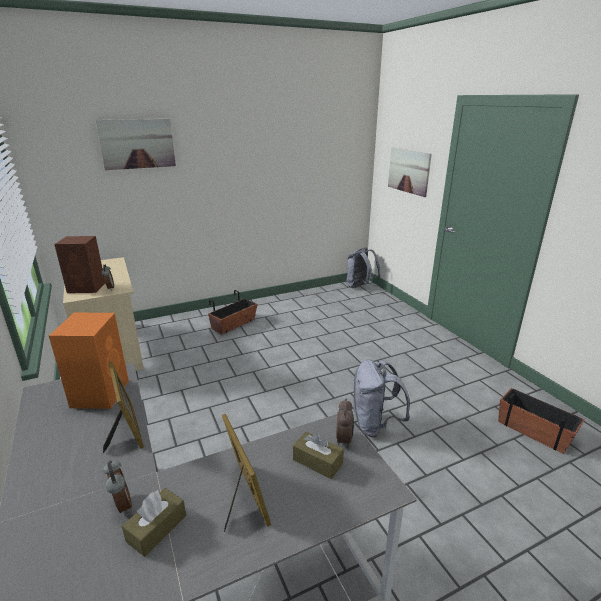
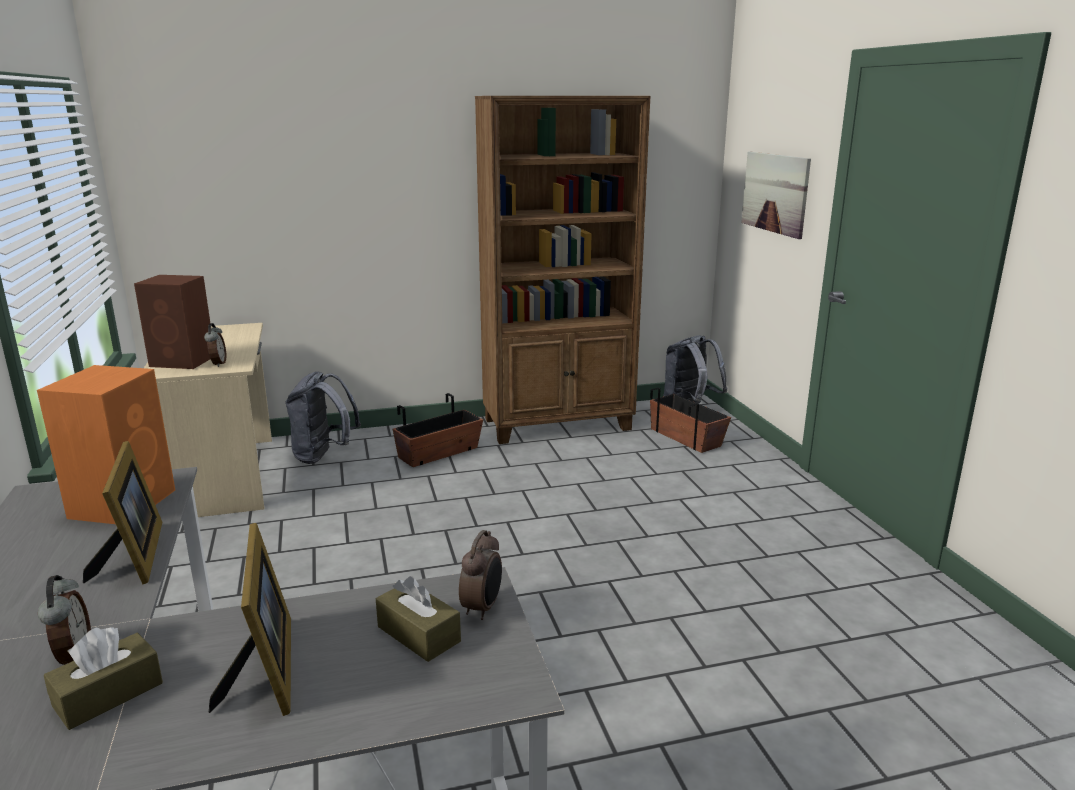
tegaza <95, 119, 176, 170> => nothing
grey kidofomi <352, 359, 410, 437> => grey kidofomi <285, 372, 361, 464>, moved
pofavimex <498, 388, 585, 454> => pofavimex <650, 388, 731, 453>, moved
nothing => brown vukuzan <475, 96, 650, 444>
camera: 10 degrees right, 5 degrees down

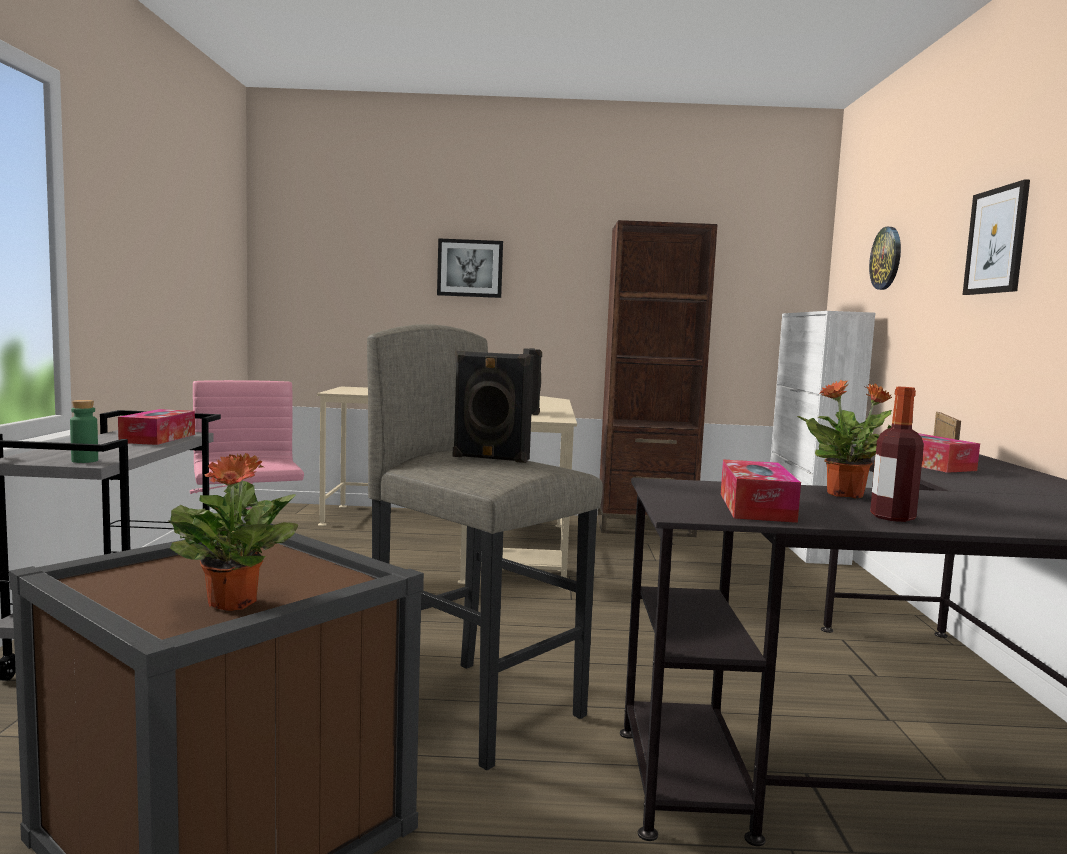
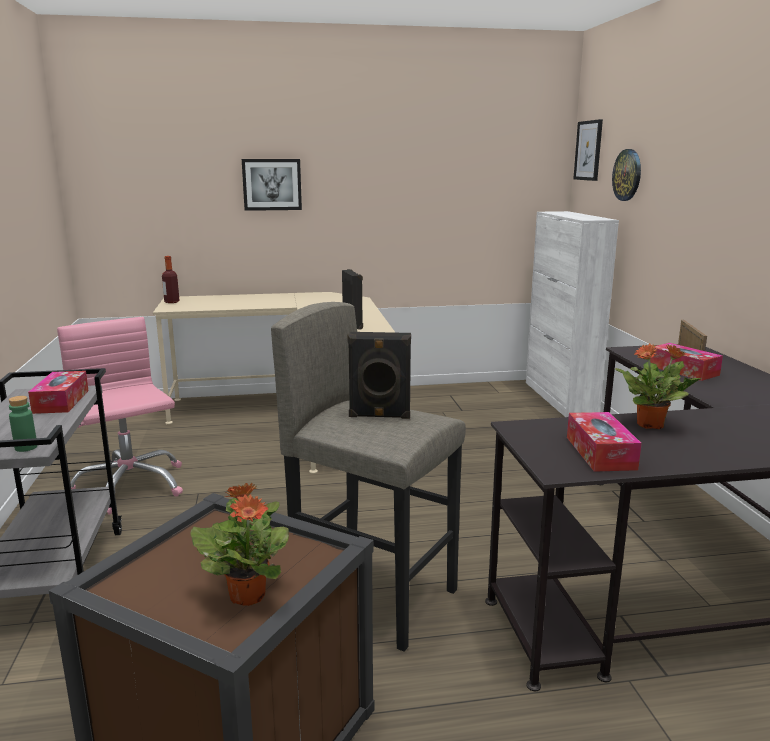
brown vukuzan <597, 220, 718, 537> => nothing
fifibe <870, 387, 924, 522> => fifibe <162, 256, 179, 303>, moved
tegaza <962, 179, 1030, 295> => tegaza <573, 119, 603, 181>, moved
camera: 10 degrees left, 10 degrees up

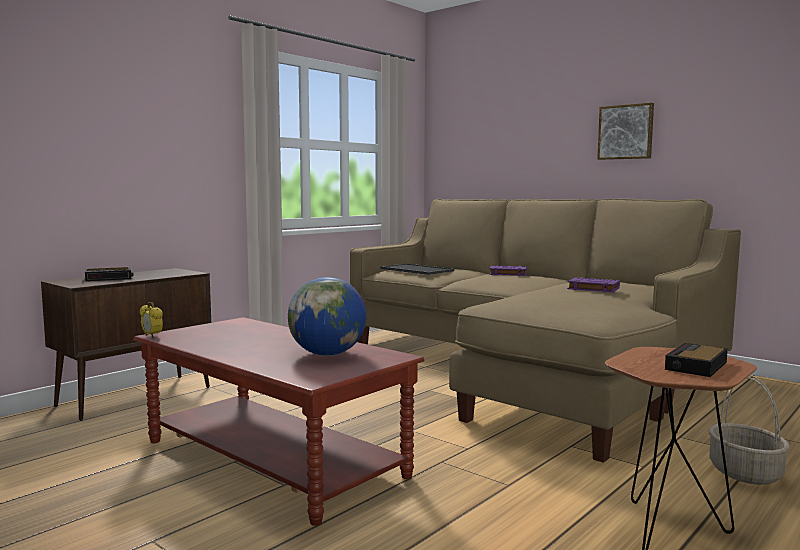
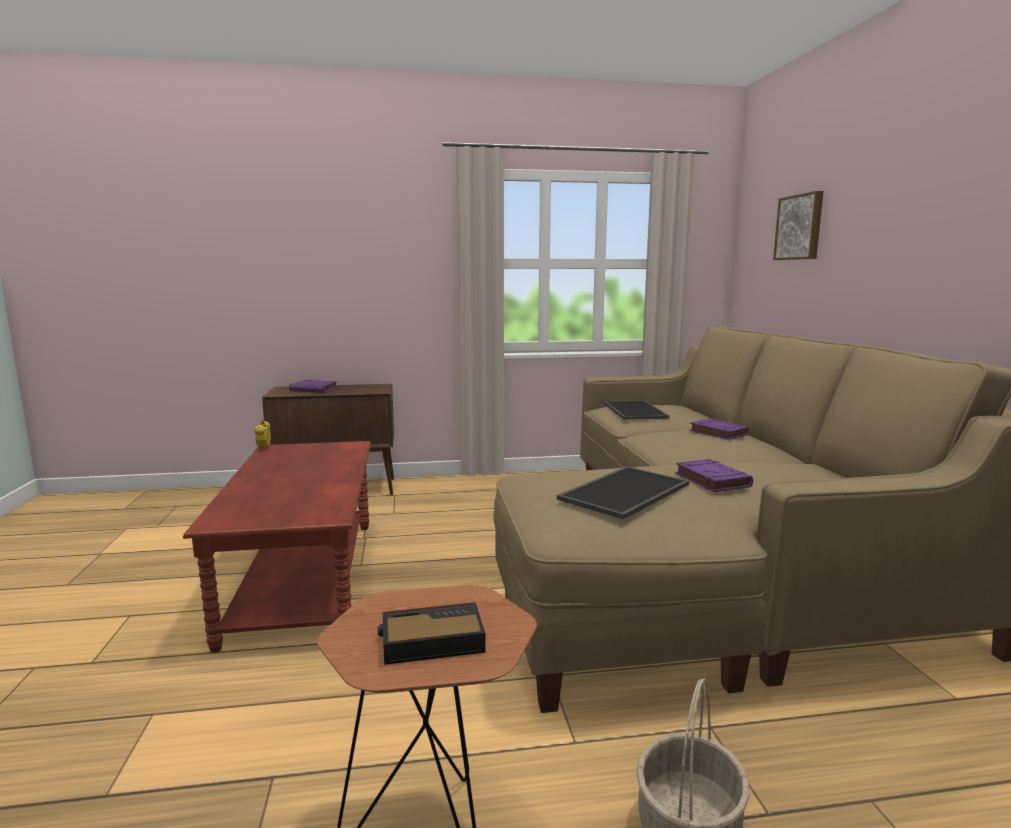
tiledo <85, 267, 134, 281> => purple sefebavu <289, 380, 338, 393>
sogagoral <288, 277, 367, 356> => nothing
tegaza <597, 103, 654, 160> => tegaza <773, 191, 824, 260>, moved
nothing => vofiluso <557, 466, 689, 519>
camera: 40 degrees right, 5 degrees up

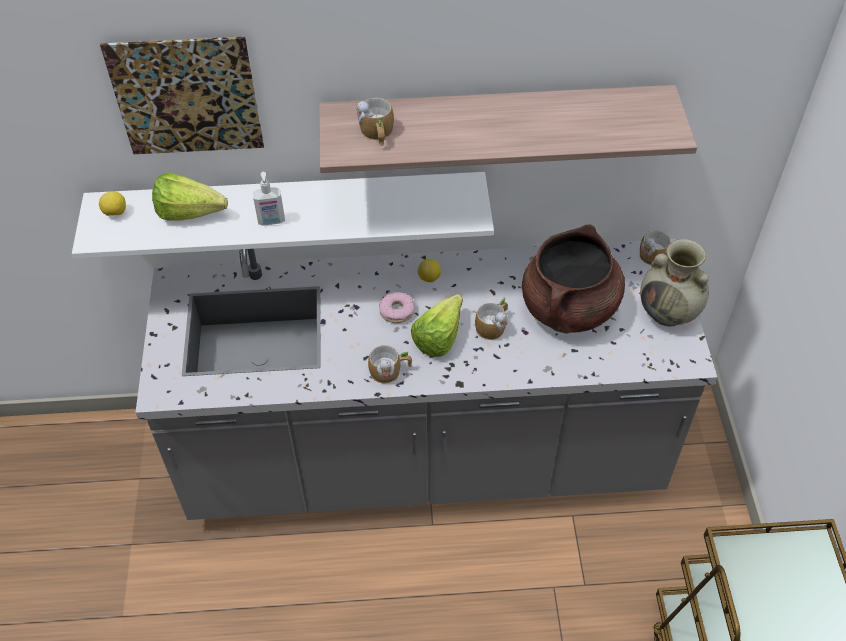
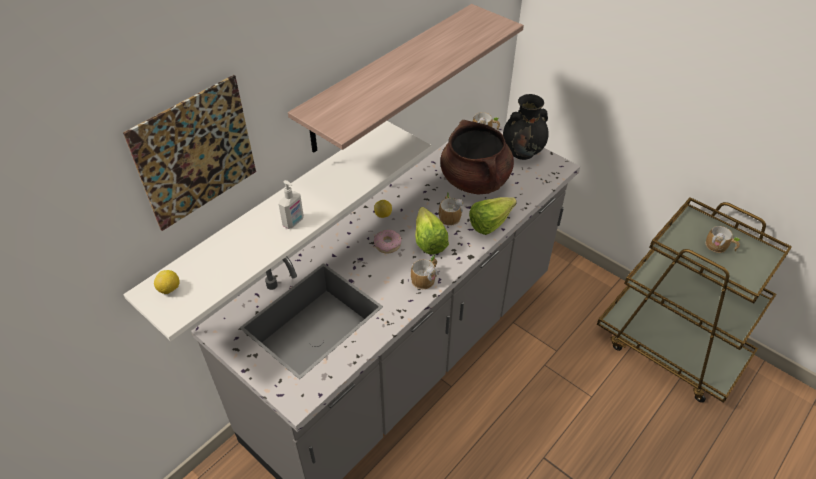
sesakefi <152, 173, 228, 221> => sesakefi <469, 197, 516, 235>, moved
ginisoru <356, 98, 394, 146> => ginisoru <706, 226, 740, 253>, moved
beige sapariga <640, 239, 709, 326> => black sapariga <503, 94, 549, 160>
camera: 45 degrees left, 5 degrees down

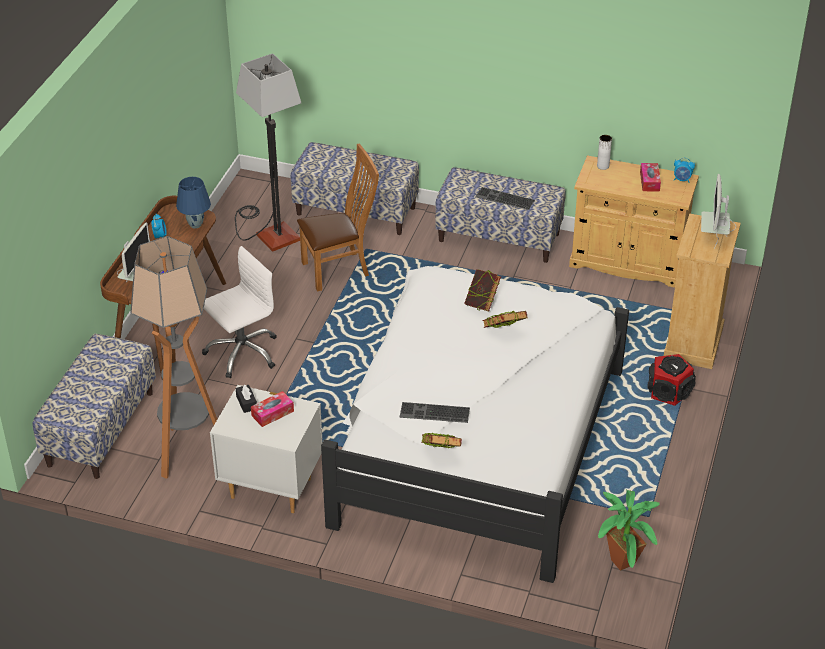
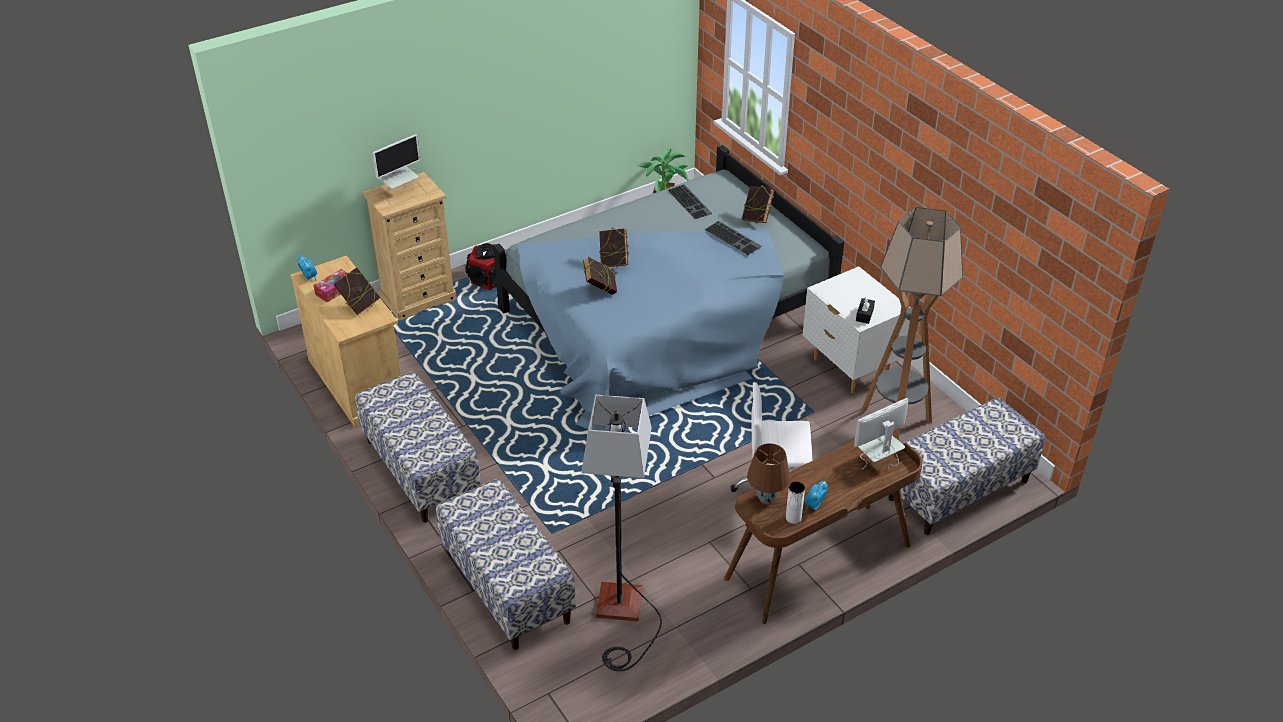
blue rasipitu <176, 177, 211, 229> => brown rasipitu <747, 443, 790, 504>
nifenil <251, 391, 294, 427> => nothing
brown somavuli <297, 144, 379, 292> => nothing
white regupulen <321, 266, 629, 583> => blue regupulen <493, 145, 844, 431>
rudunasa <475, 187, 535, 210> => rudunasa <667, 185, 712, 219>, moved
white sapariga <597, 135, 612, 170> => white sapariga <786, 482, 805, 524>, moved
nothing => sefebavu <333, 267, 380, 315>
camera: 140 degrees left, 0 degrees up

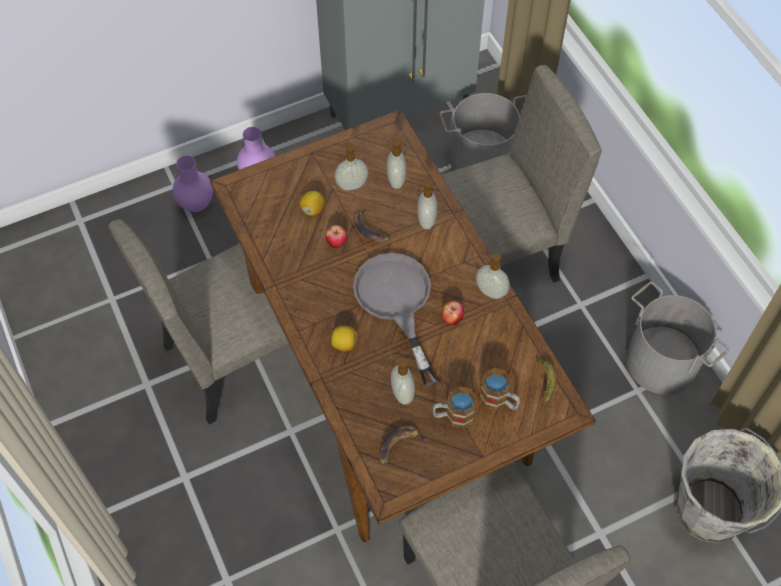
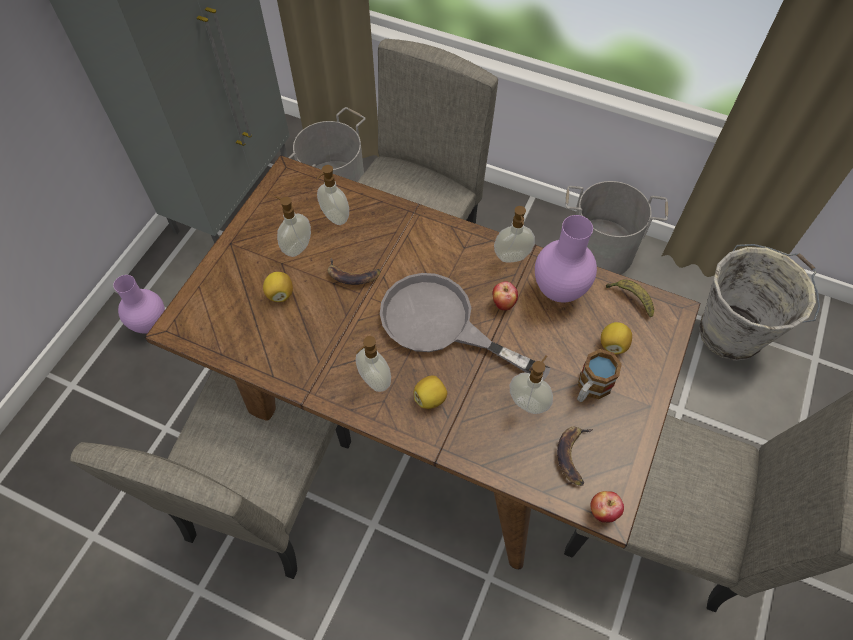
purple sapariga <173, 155, 213, 212> => purple sapariga <535, 215, 597, 302>, moved
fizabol <325, 225, 347, 248> => fizabol <591, 491, 624, 523>, moved
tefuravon <416, 180, 437, 230> => tefuravon <356, 336, 391, 392>, moved
ginisoru <479, 368, 521, 410> => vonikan <601, 322, 632, 354>
camera: 40 degrees left, 0 degrees up

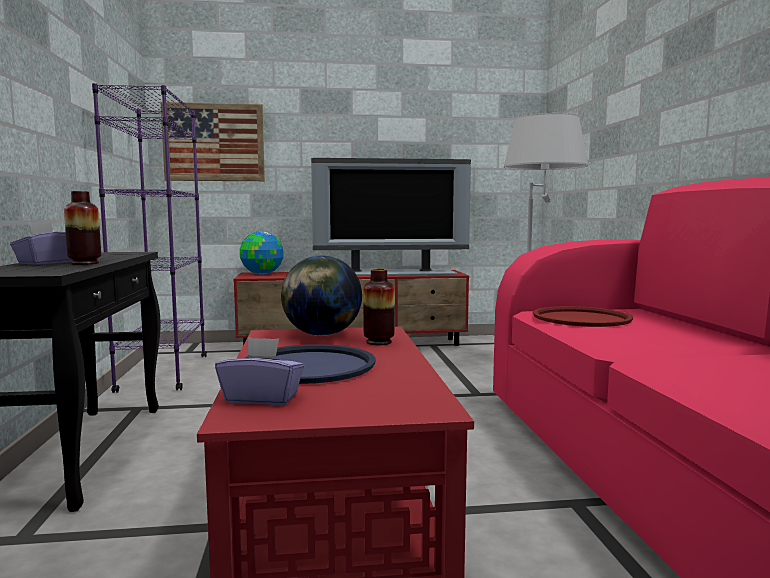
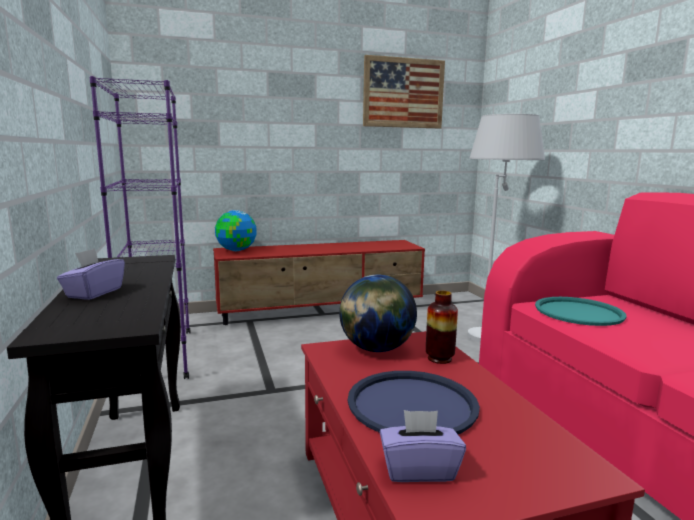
sapariga <64, 191, 101, 265> => nothing
tegaza <161, 102, 265, 181> => tegaza <363, 55, 445, 129>, moved
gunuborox <311, 158, 471, 276> => nothing
red vofiluso <533, 306, 633, 327> => turquoise vofiluso <535, 297, 627, 326>
camera: 10 degrees left, 5 degrees up

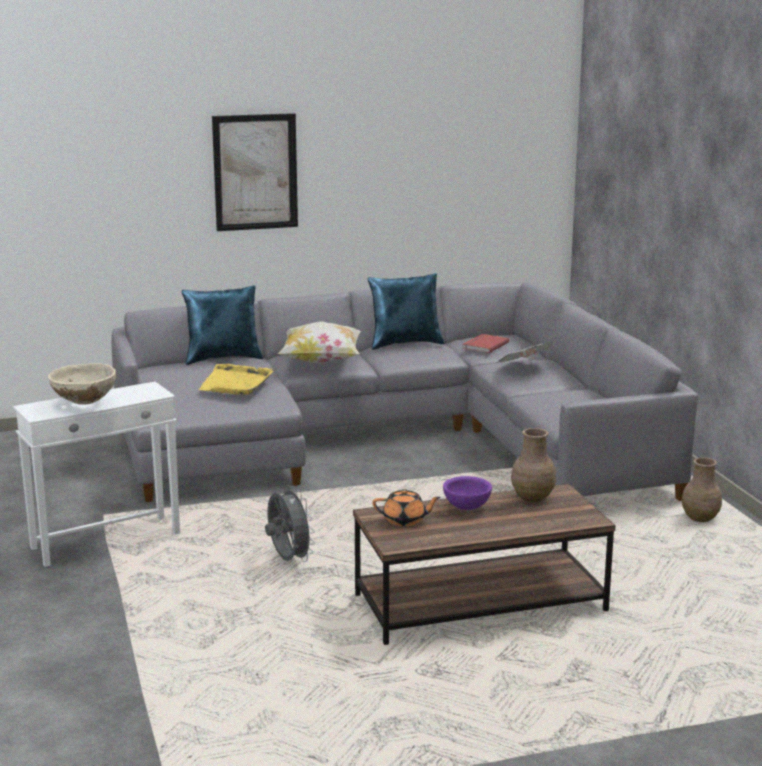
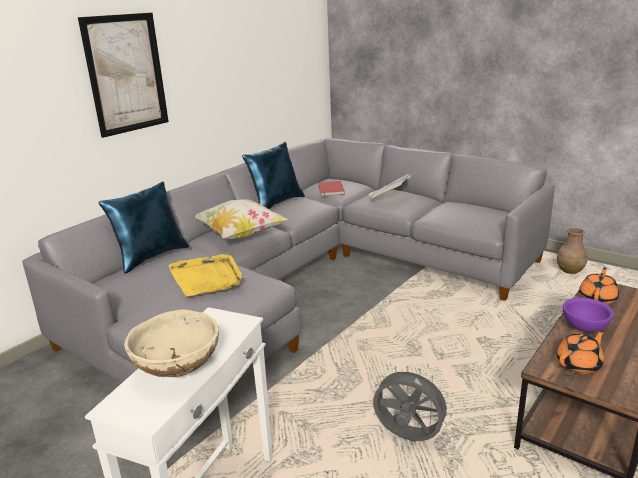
brown sapariga <511, 428, 556, 502> => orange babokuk <579, 267, 619, 305>
camera: 35 degrees left, 5 degrees up

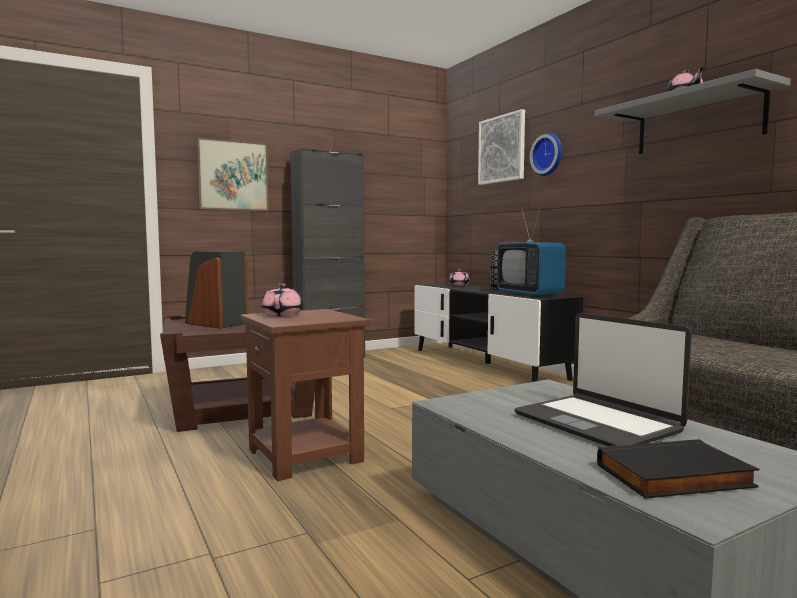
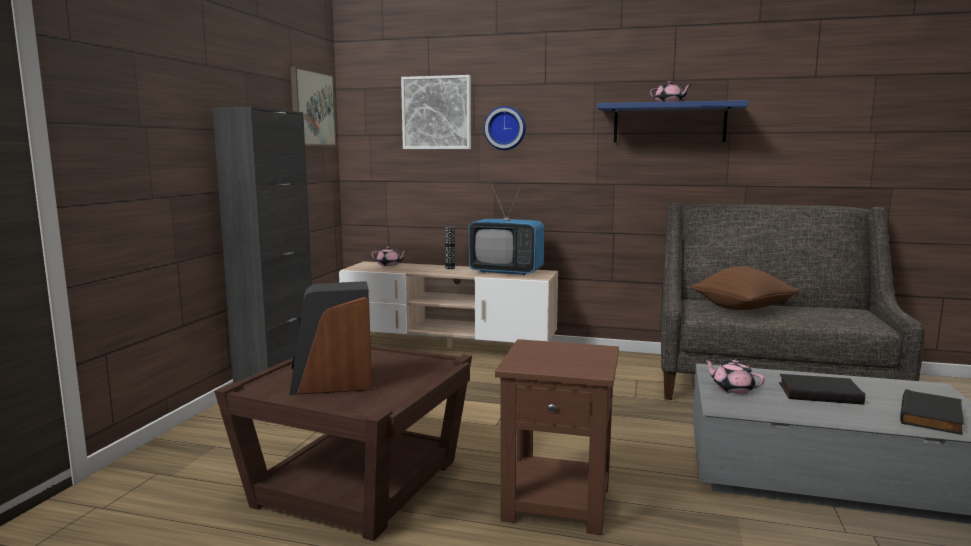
tegaza <196, 137, 269, 211> => tegaza <290, 66, 336, 146>, moved
pink babokuk <262, 284, 303, 316> => pink babokuk <704, 359, 765, 394>, moved
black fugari <414, 283, 583, 382> => beige fugari <339, 261, 558, 348>
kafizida <514, 313, 692, 446> => black sefebavu <779, 374, 865, 405>
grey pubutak <595, 69, 791, 154> => blue pubutak <597, 100, 749, 142>
nothing => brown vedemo <691, 266, 800, 310>
camera: 45 degrees left, 5 degrees up

